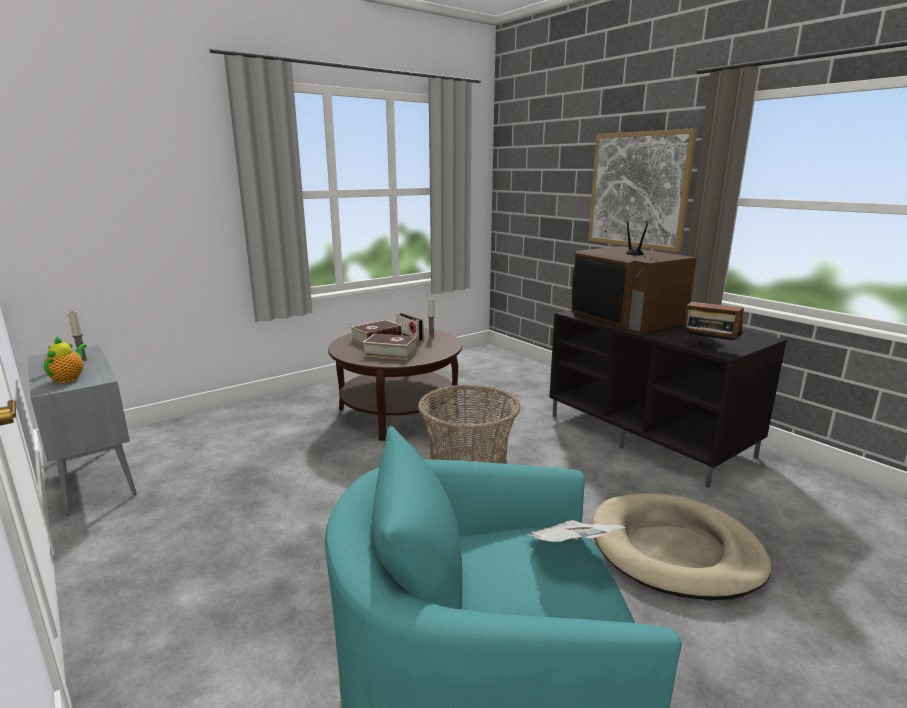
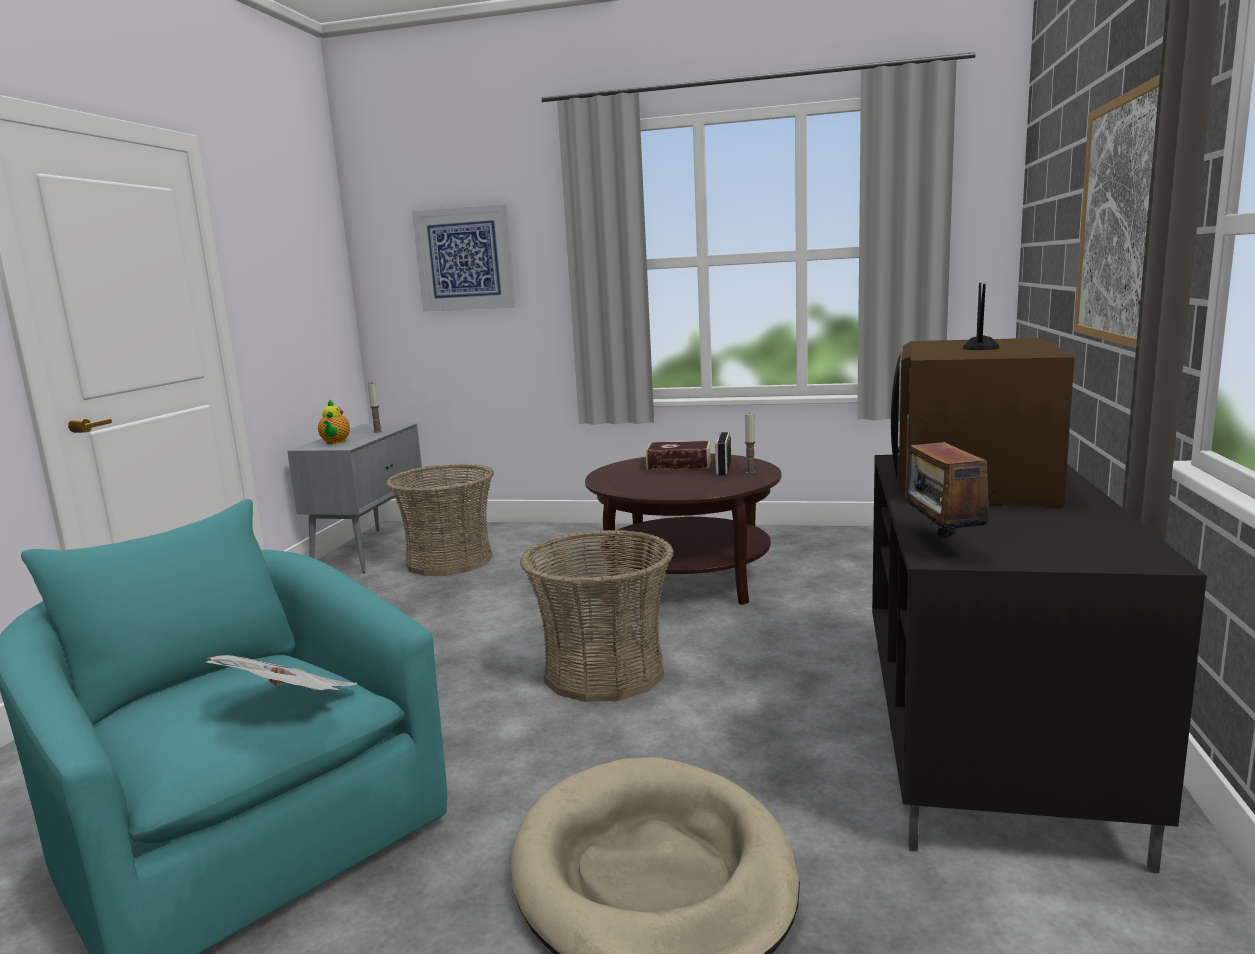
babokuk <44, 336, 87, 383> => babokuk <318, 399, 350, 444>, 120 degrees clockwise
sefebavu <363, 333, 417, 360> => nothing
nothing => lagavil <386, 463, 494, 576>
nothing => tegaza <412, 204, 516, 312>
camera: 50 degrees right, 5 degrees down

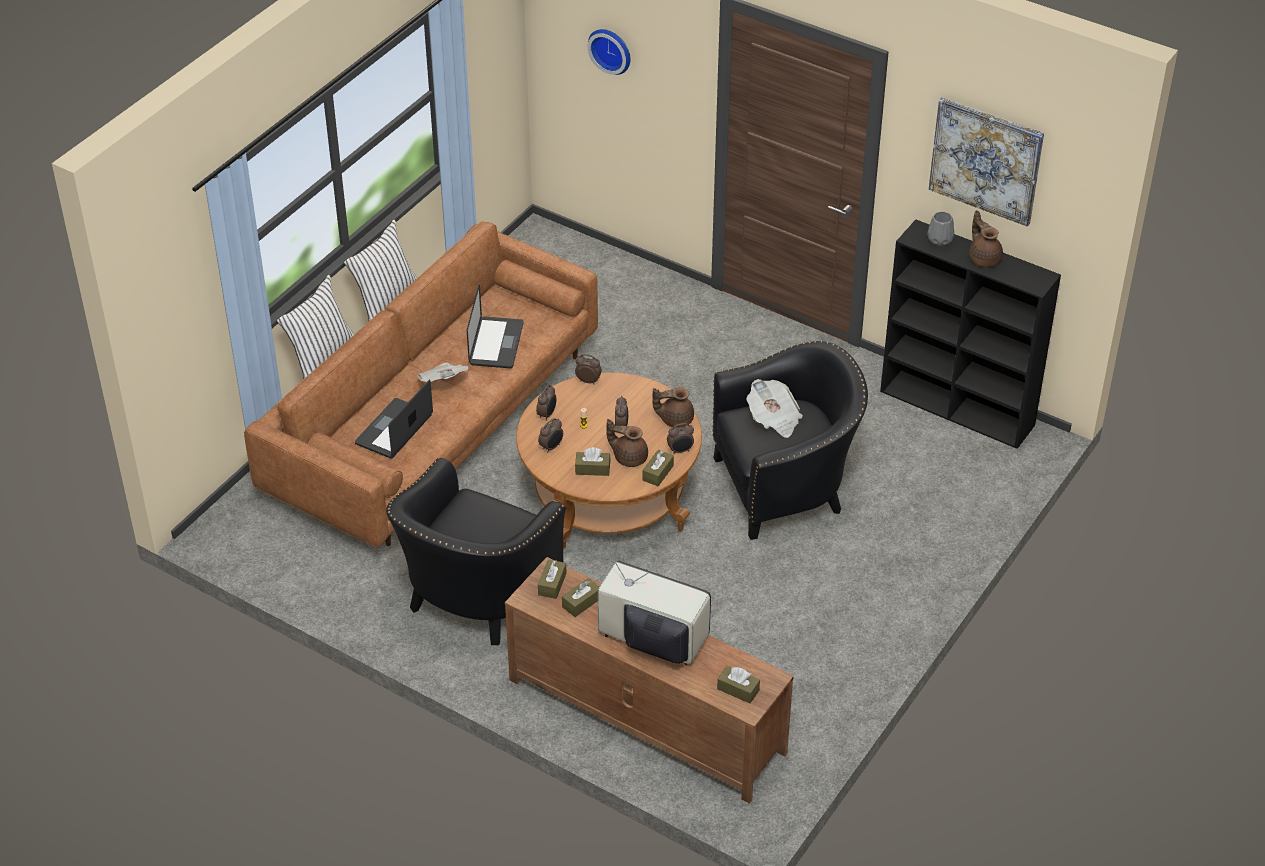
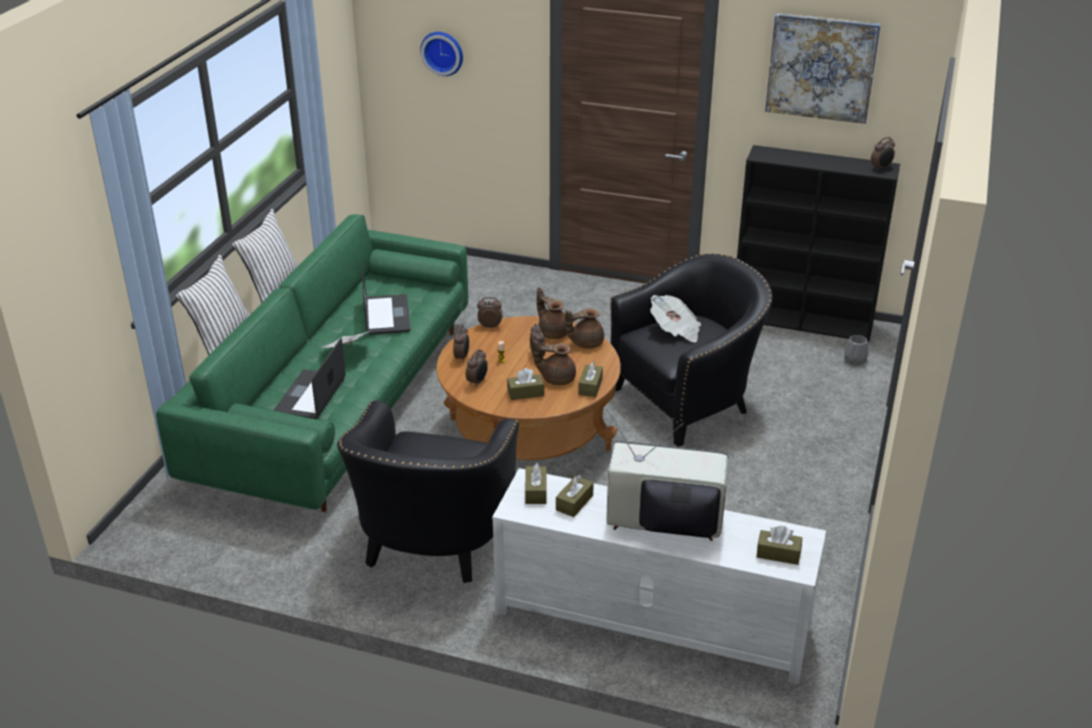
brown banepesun <244, 222, 598, 547> => green banepesun <156, 214, 468, 512>
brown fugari <505, 557, 794, 803> => white fugari <492, 468, 827, 685>
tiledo <667, 423, 694, 455> => tiledo <871, 137, 895, 171>, moved
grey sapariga <927, 212, 954, 246> => grey sapariga <844, 335, 868, 366>, moved
brown babokuk <969, 210, 1003, 267> => brown babokuk <537, 287, 567, 339>, moved
camera: 15 degrees left, 10 degrees down

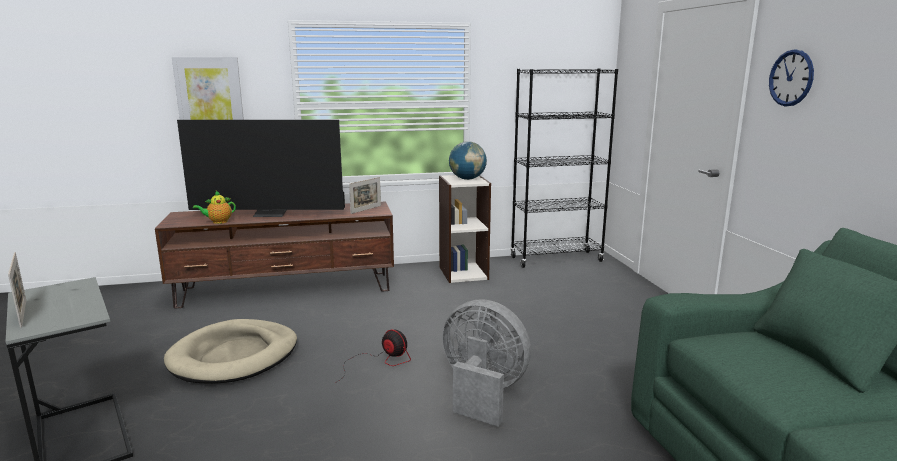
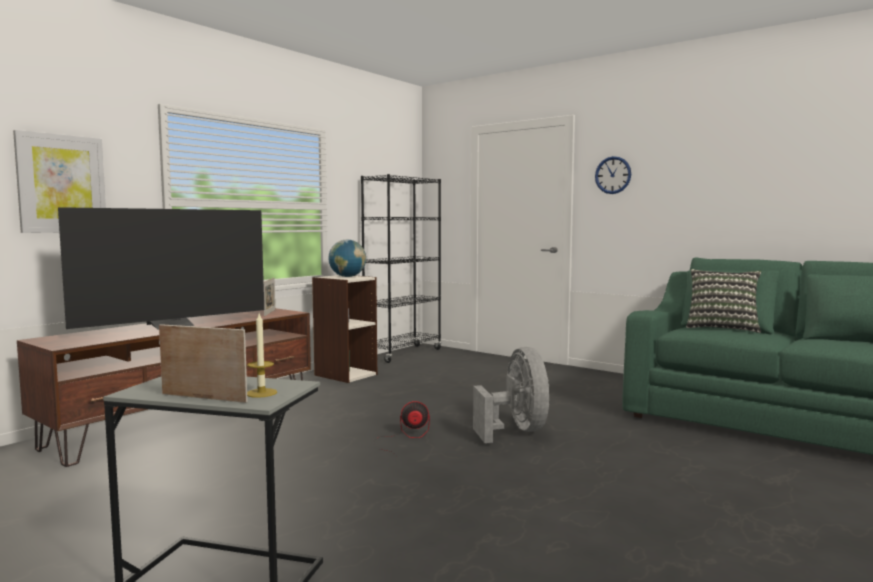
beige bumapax <164, 319, 297, 384> => nothing
babokuk <193, 191, 236, 224> => nothing
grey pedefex <442, 299, 531, 427> => grey pedefex <473, 347, 550, 443>, 90 degrees clockwise
nothing => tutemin <247, 314, 277, 398>
nothing => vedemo <686, 269, 761, 333>
camera: 40 degrees left, 10 degrees down

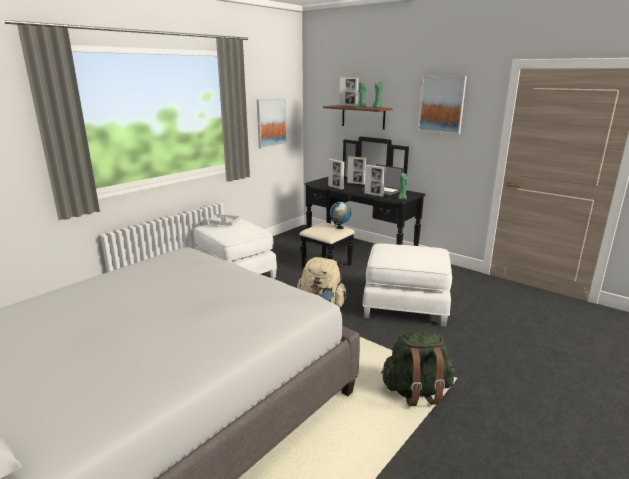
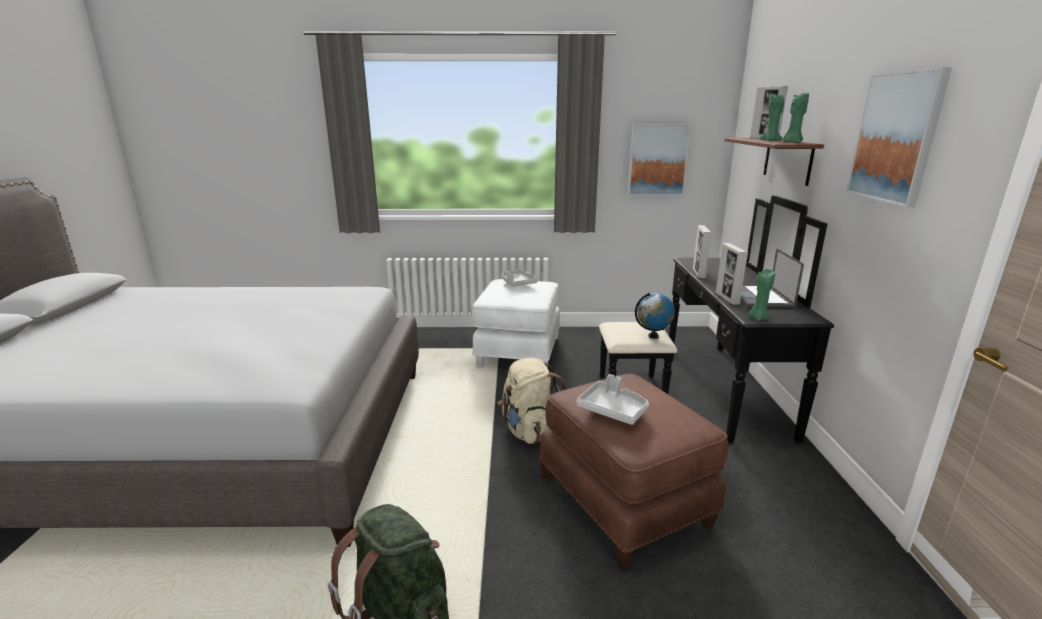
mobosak <347, 156, 366, 185> => nothing
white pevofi <363, 243, 452, 327> => brown pevofi <539, 374, 729, 570>
nothing => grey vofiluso <576, 374, 649, 425>
camera: 50 degrees right, 0 degrees up

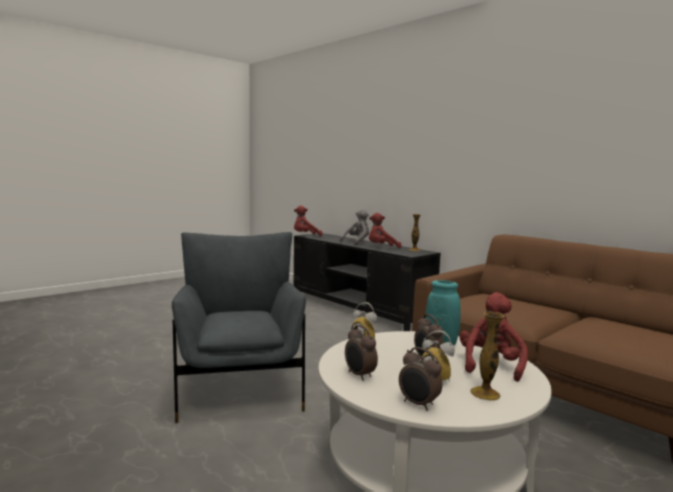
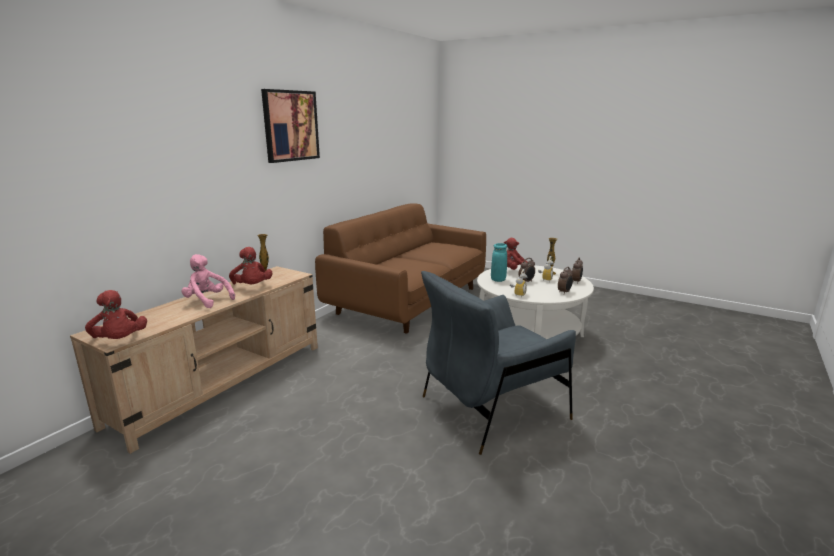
black fugari <294, 233, 441, 331> => beige fugari <70, 266, 318, 454>
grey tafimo <340, 210, 369, 245> => pink tafimo <181, 254, 235, 308>
nothing => tegaza <261, 89, 320, 163>
camera: 105 degrees left, 10 degrees up

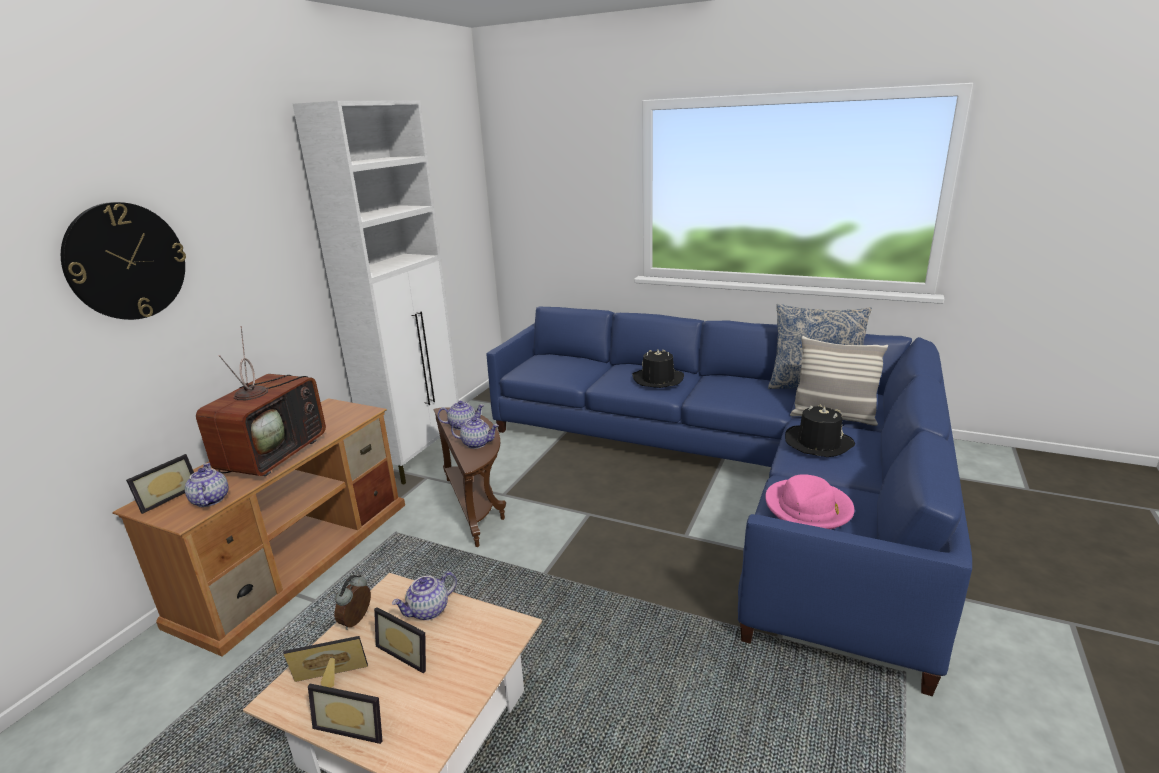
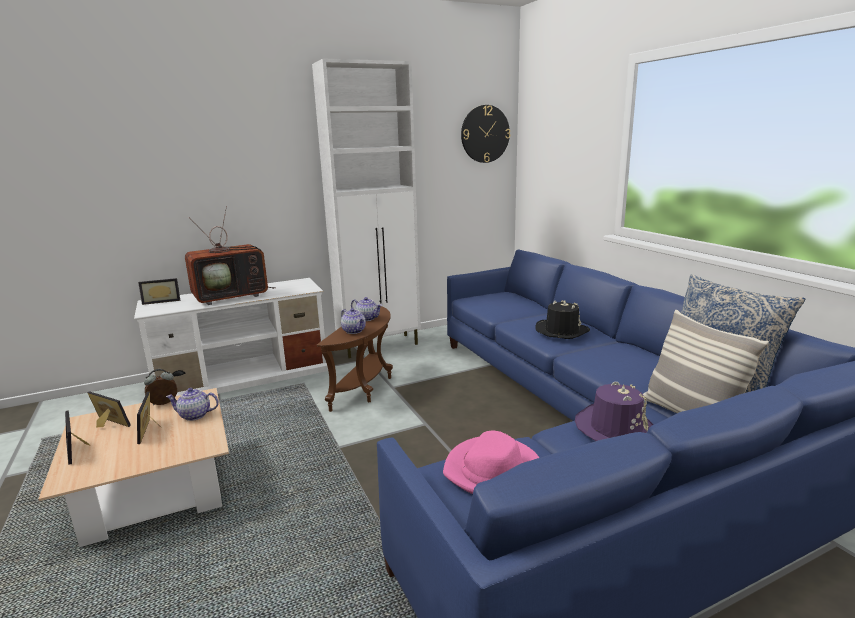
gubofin <61, 202, 186, 320> => gubofin <461, 105, 510, 163>, moved
brown fugari <112, 398, 405, 657> => white fugari <134, 278, 328, 396>
babokuk <185, 463, 229, 507> => nothing
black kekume <785, 405, 855, 457> => purple kekume <575, 381, 653, 441>
camera: 40 degrees right, 5 degrees down

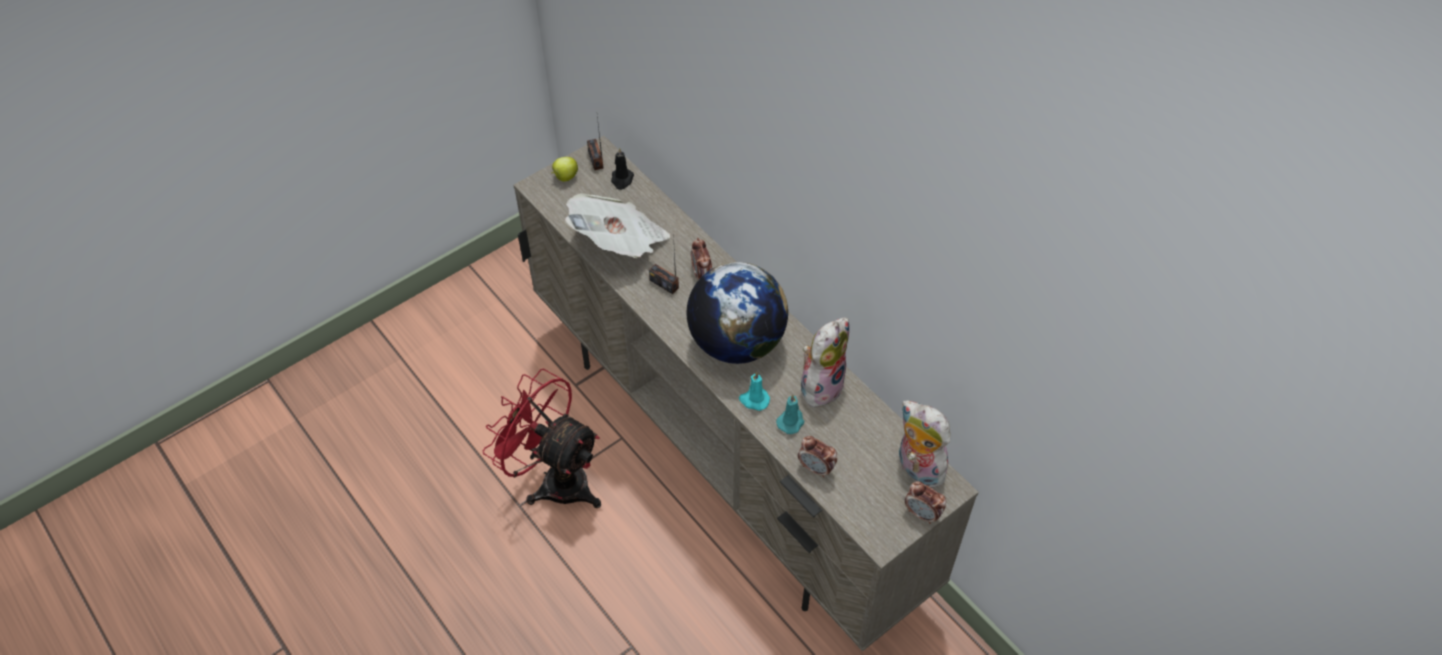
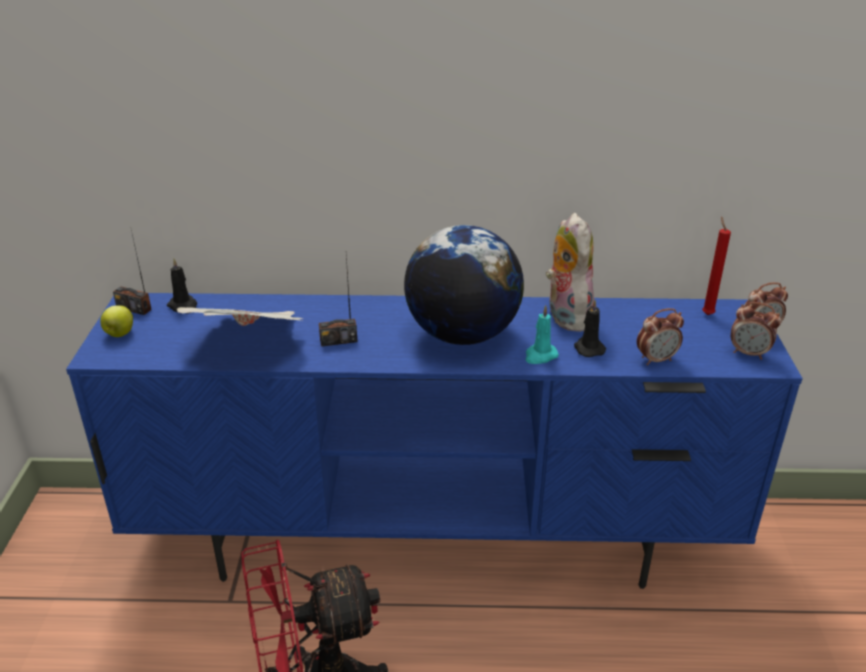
beige fugari <513, 135, 979, 651> => blue fugari <66, 293, 803, 589>
tiledo <691, 238, 712, 280> => tiledo <731, 302, 781, 360>, moved
turquoise tutemin <776, 395, 805, 434> => black tutemin <574, 300, 606, 357>
tafimo <899, 400, 950, 488> => red tutemin <702, 216, 731, 315>
camera: 50 degrees left, 20 degrees down

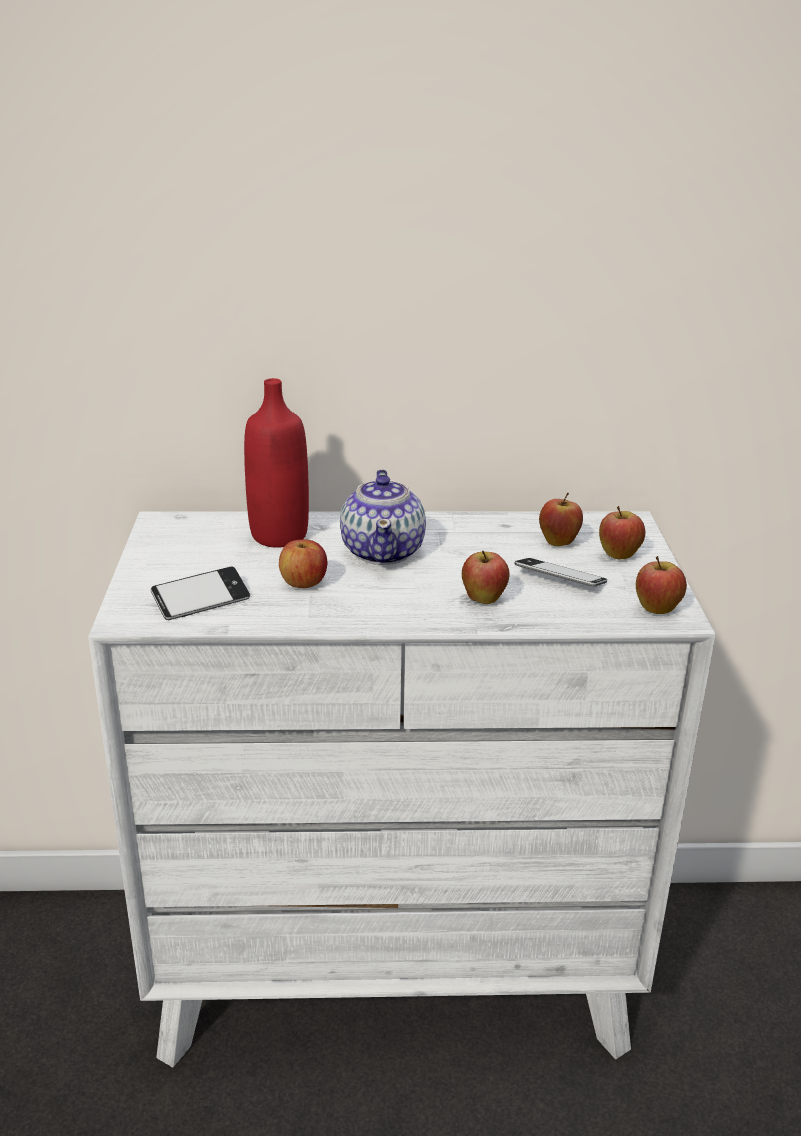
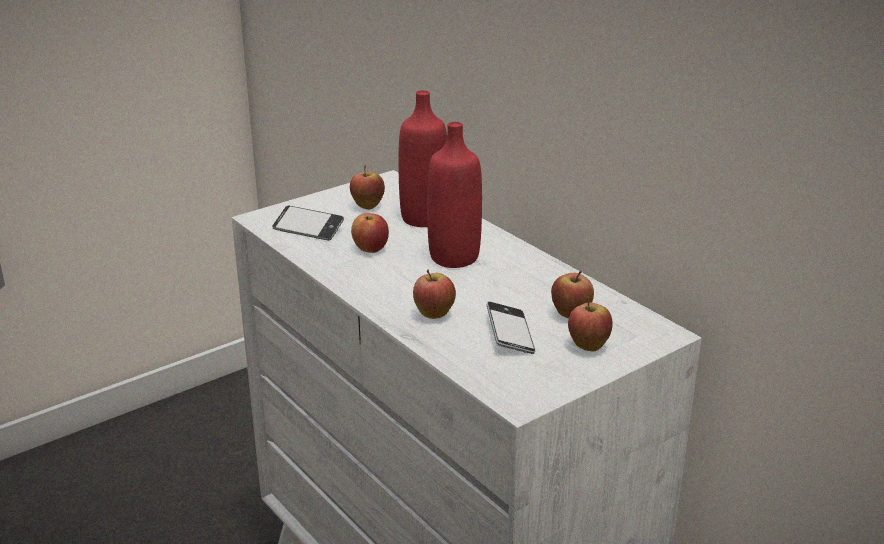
babokuk <340, 469, 426, 565> => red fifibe <427, 122, 482, 268>
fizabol <636, 556, 687, 614> => fizabol <350, 166, 385, 210>, moved
camera: 55 degrees right, 0 degrees up

